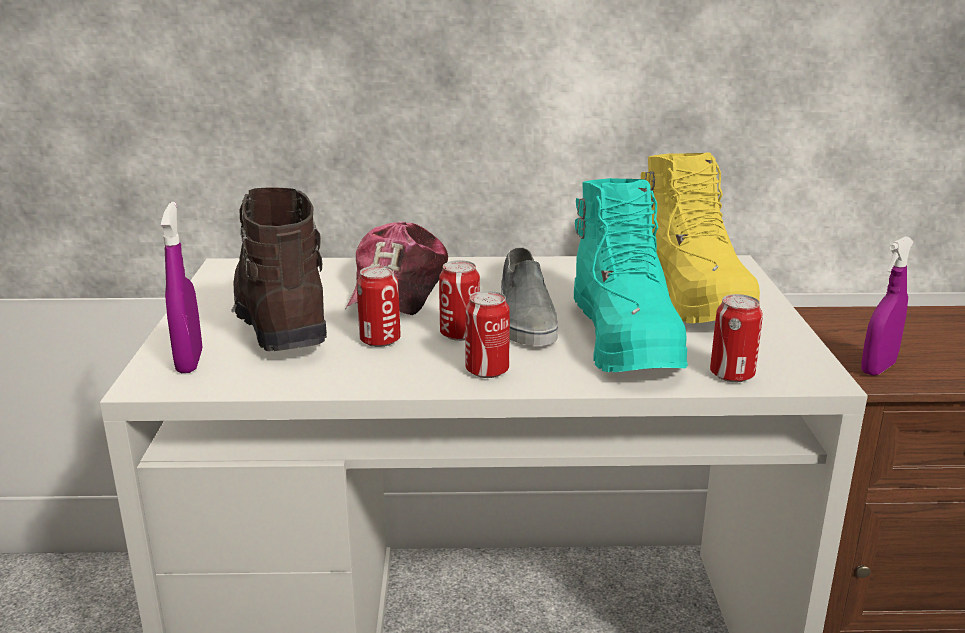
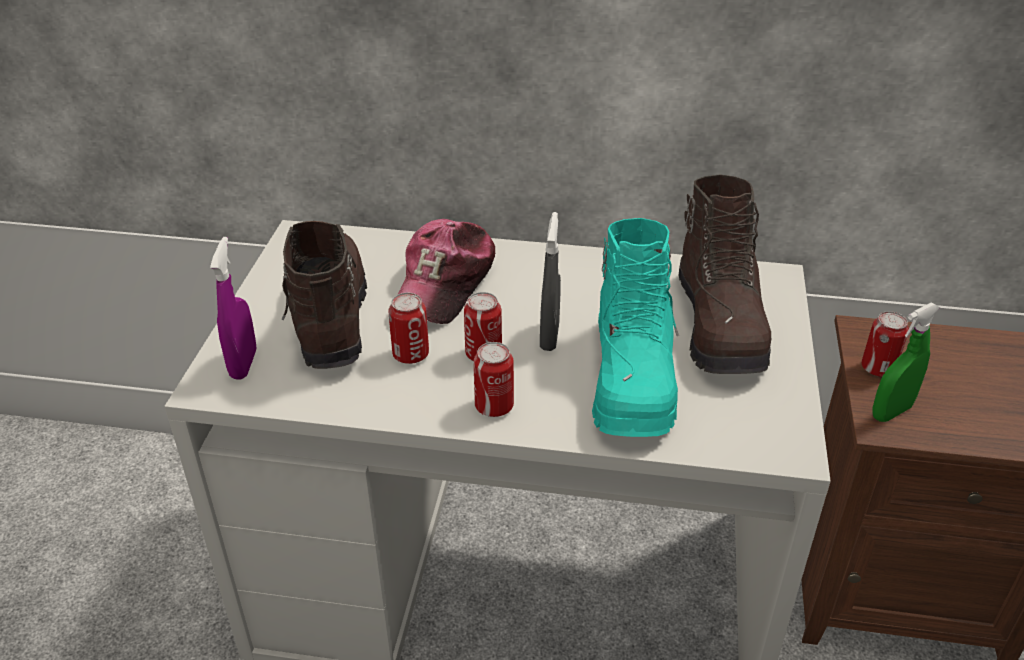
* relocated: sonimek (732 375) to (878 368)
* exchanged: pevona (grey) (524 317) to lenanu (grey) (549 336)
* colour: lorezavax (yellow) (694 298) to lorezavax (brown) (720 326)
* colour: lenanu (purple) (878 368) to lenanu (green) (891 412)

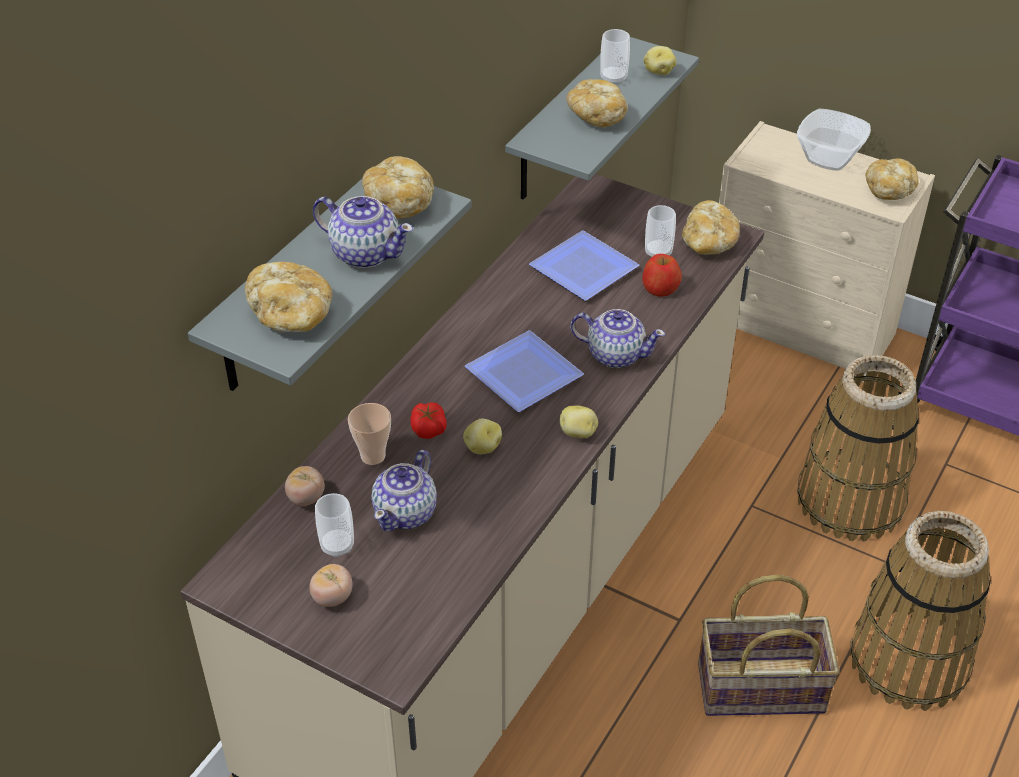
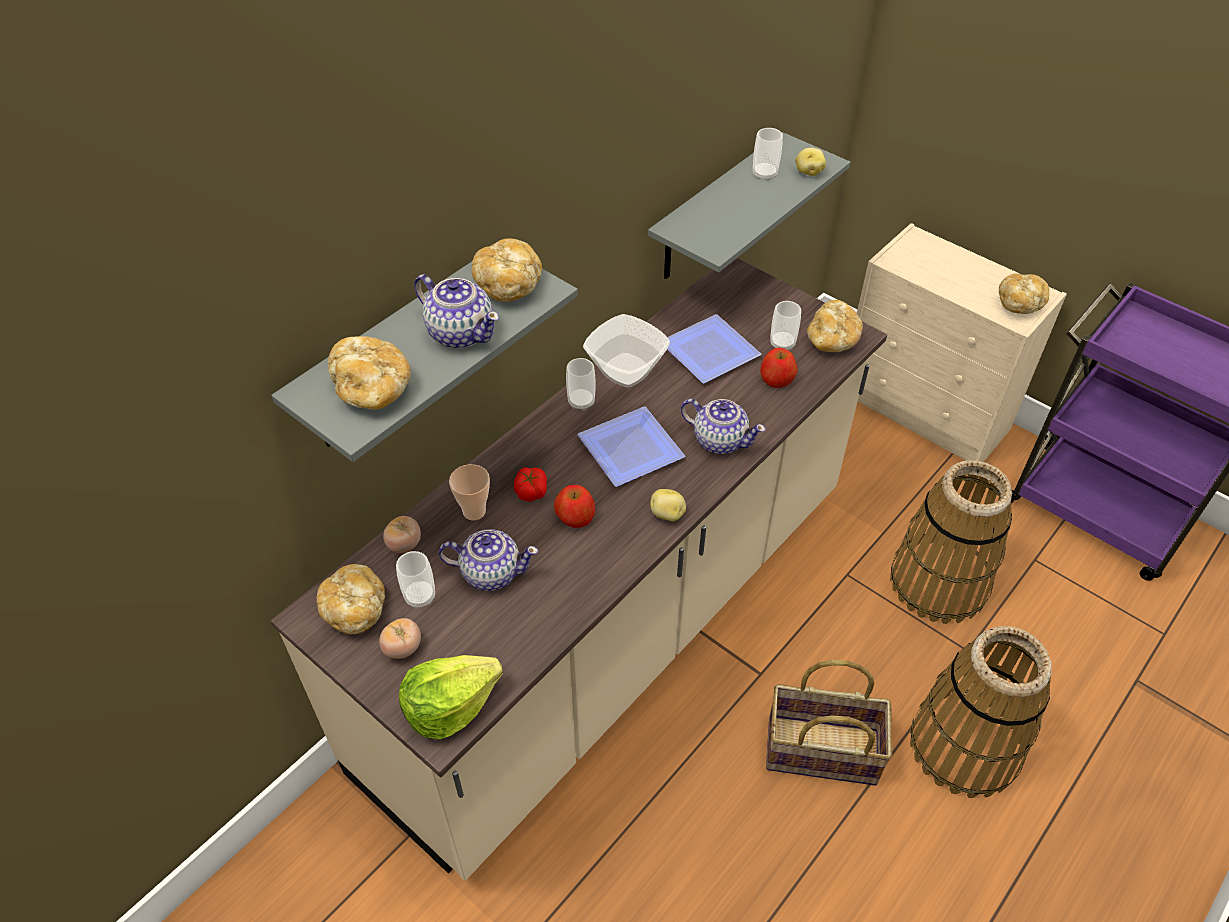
* appeared: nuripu (450 706)
* appeared: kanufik (581 402)
* relocated: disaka (596 116) to (355 608)
* relocated: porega (828 157) to (626 369)
* exchanged: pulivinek (482 447) to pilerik (575 516)
* spun: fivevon (406 512) = (490 572) 120 degrees counterclockwise

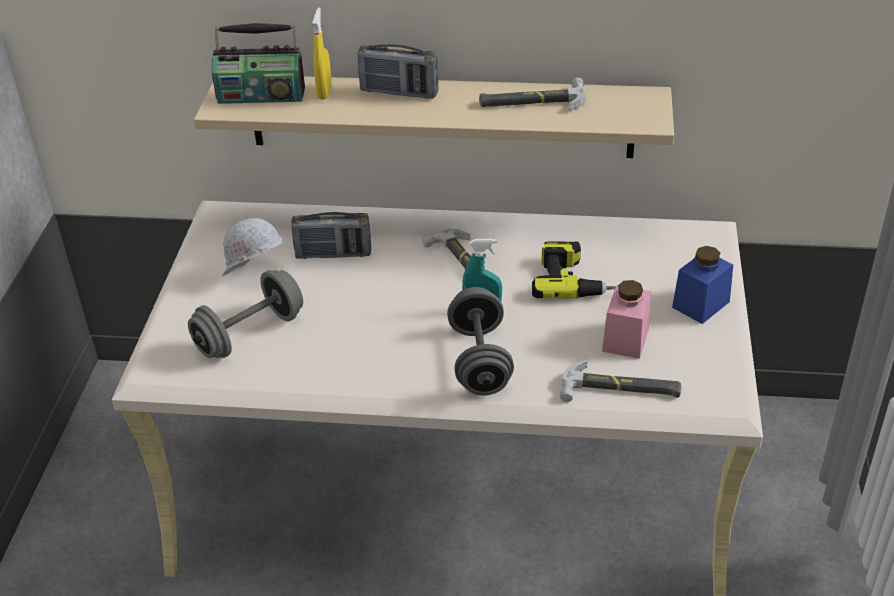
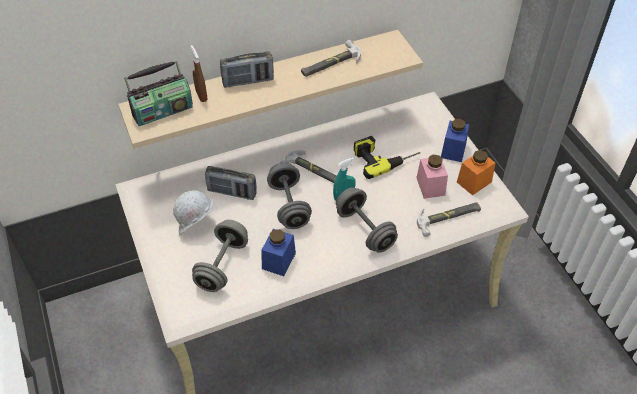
* appeared: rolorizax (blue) (278 261)
* appeared: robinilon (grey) (289 206)
* appeared: rolorizax (orange) (474 182)
* colour: lenanu (yellow) (324 92) to lenanu (brown) (201 95)
* spun: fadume (333 254) = (232 192) 45 degrees clockwise

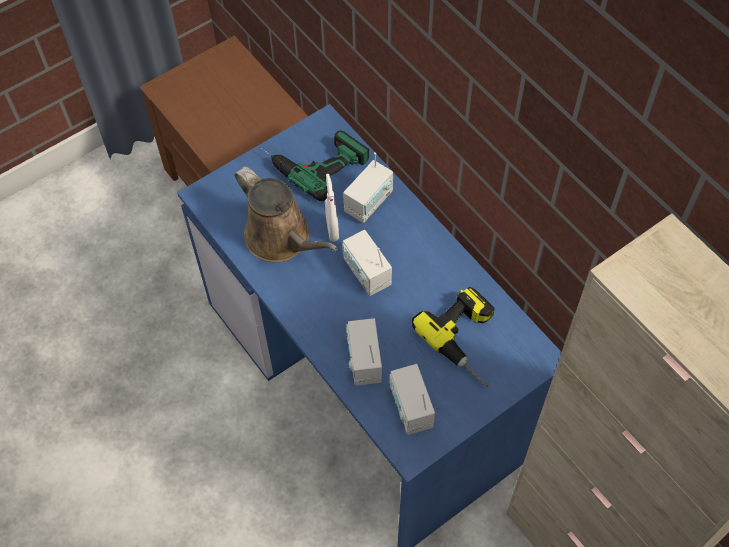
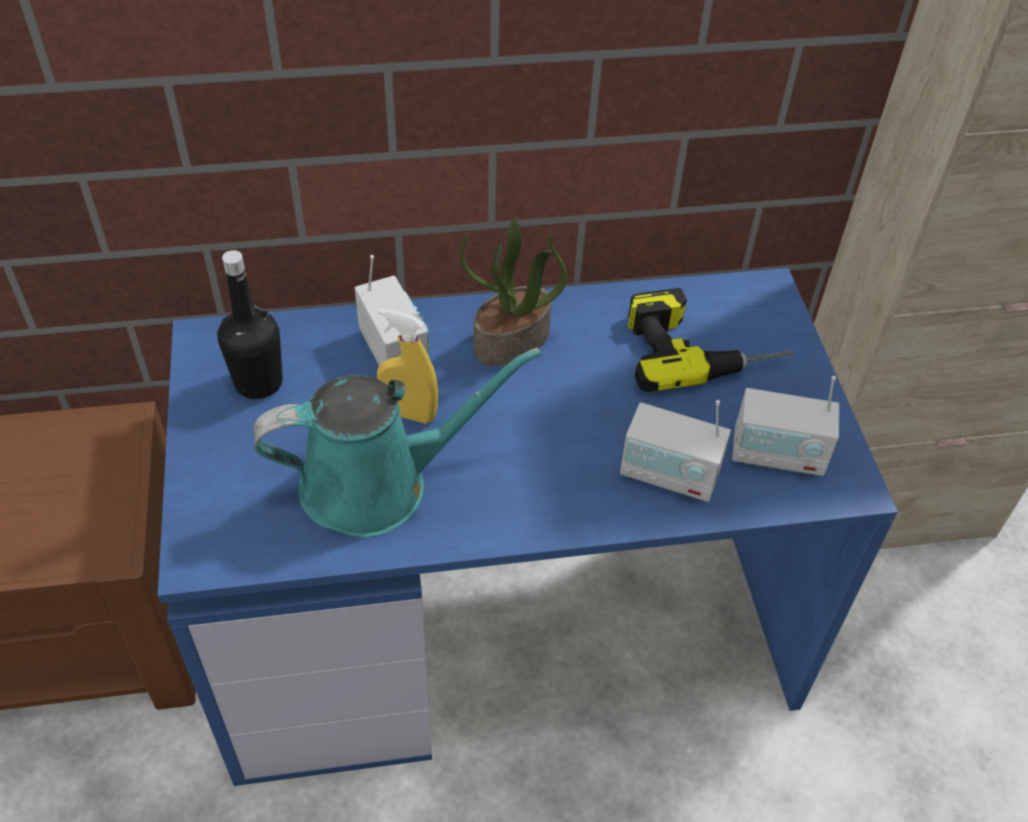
* missing: fadume (366 273)
* appeared: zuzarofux (512 342)
* exchanged: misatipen (312 159) to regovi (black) (258 382)
* colour: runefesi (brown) (282 239) to runefesi (turquoise) (377 483)
* colour: lenanu (white) (332 229) to lenanu (yellow) (409 414)

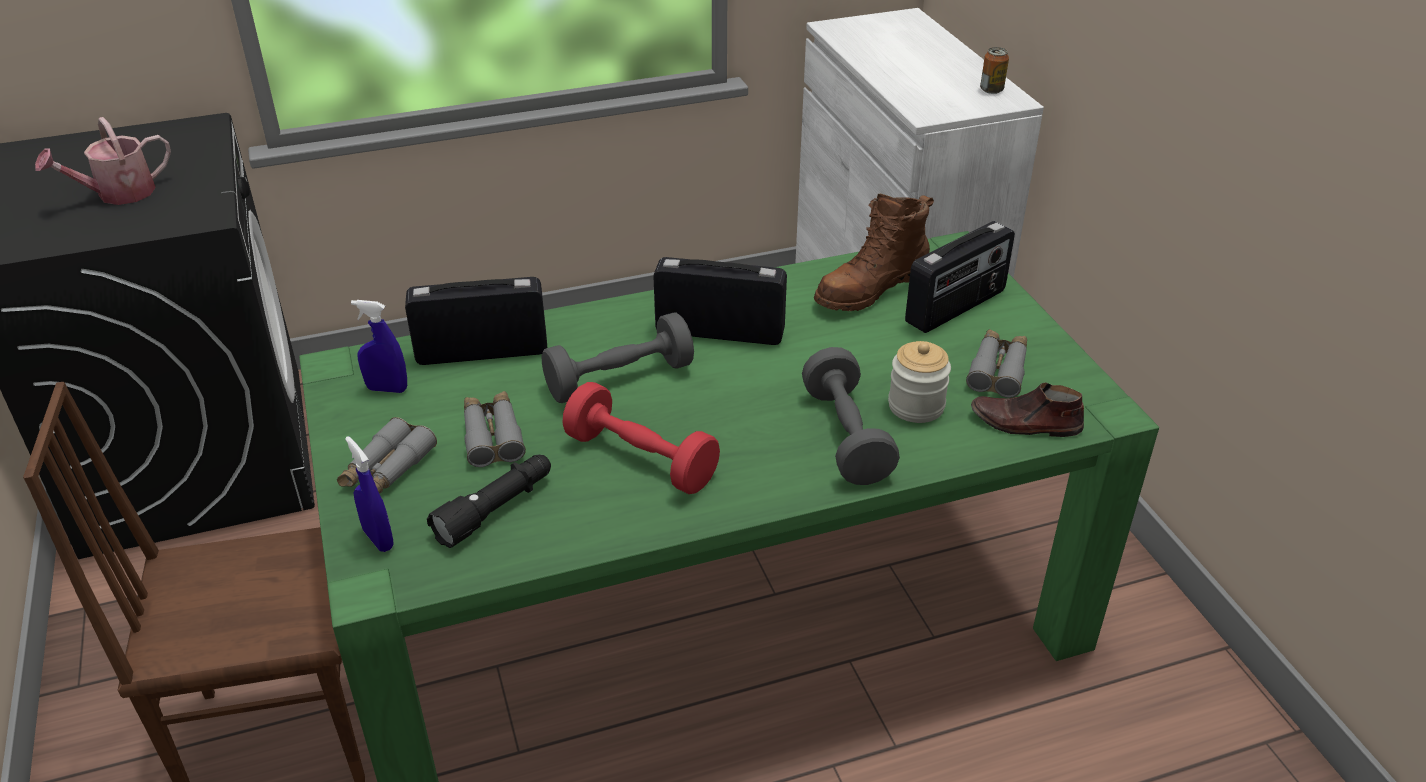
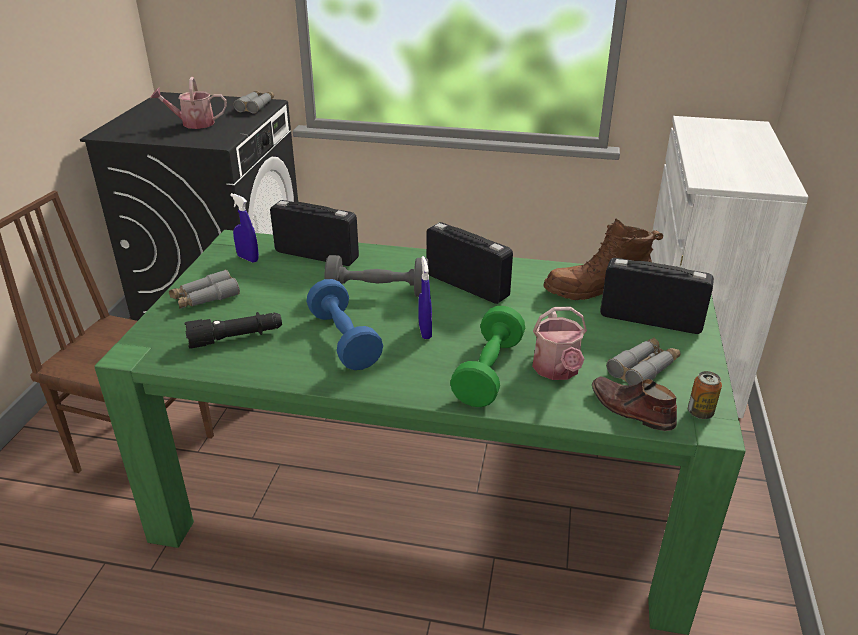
* relocated: lenanu (blue) (378 539) to (425 331)
* relocated: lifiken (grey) (492 436) to (256 106)
* relocated: sonimek (991 90) to (700 413)
* exchanged: rolorizax (916 406) to runefesi (557 370)
* colour: robinilon (red) (641 459) to robinilon (blue) (344 340)
* colour: robinilon (grey) (846 436) to robinilon (green) (488 372)
* spun: fadume (956 307) = (650 319) 150 degrees counterclockwise

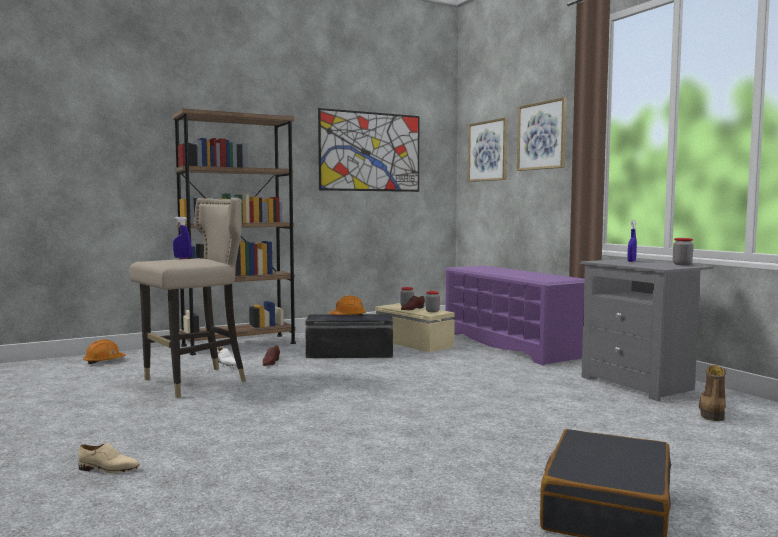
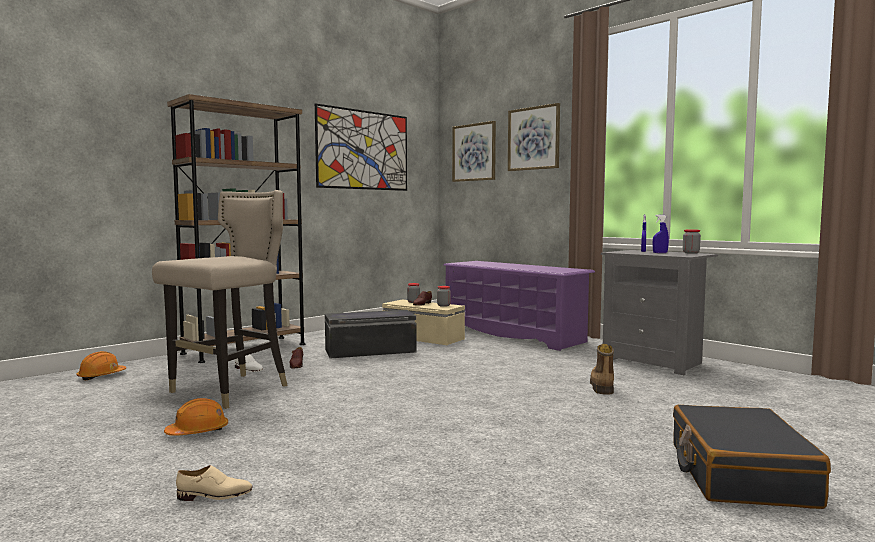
* relocated: lenanu (blue) (182 258) to (660 253)
* relocated: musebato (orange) (348 316) to (198 432)
* relocated: lorezavax (711 411) to (601 386)

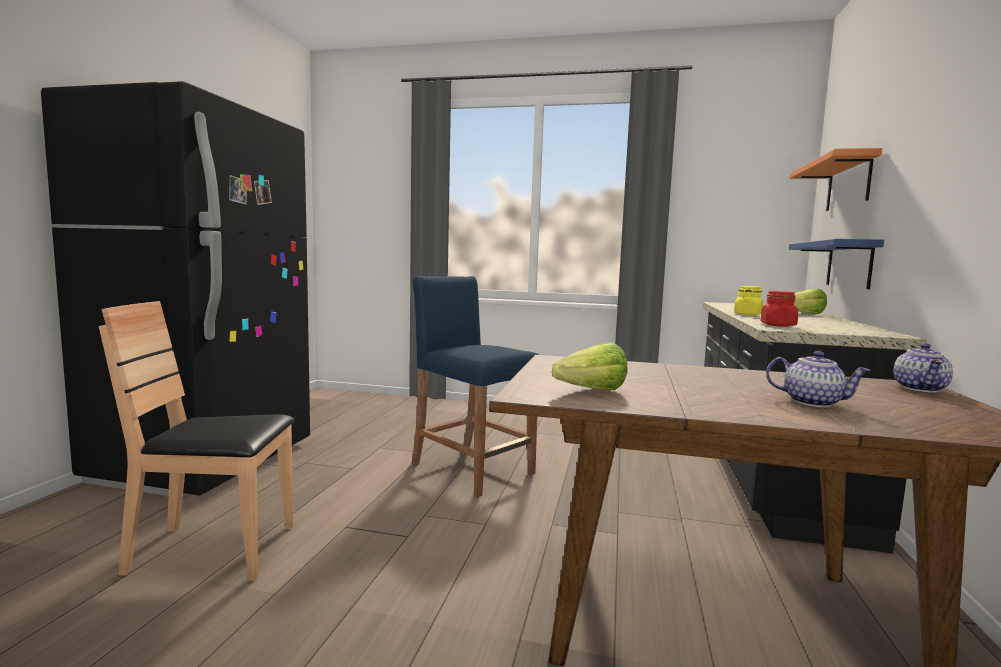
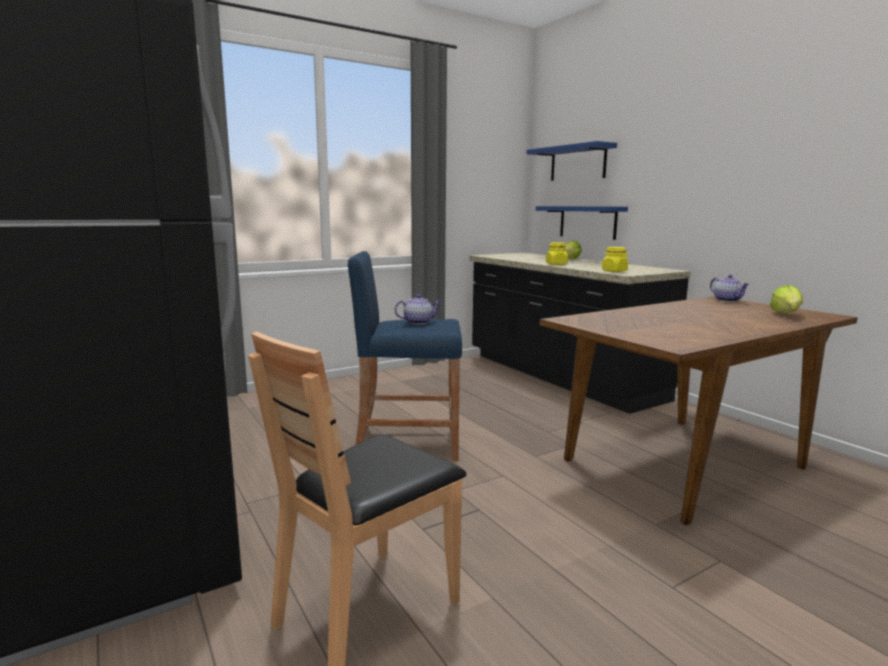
* relocated: nuripu (585 391) to (786 315)
* relocated: fivevon (813 402) to (418 322)
* colour: rolorizax (red) (777 325) to rolorizax (yellow) (614 271)
* colour: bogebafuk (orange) (848 184) to bogebafuk (blue) (578 163)

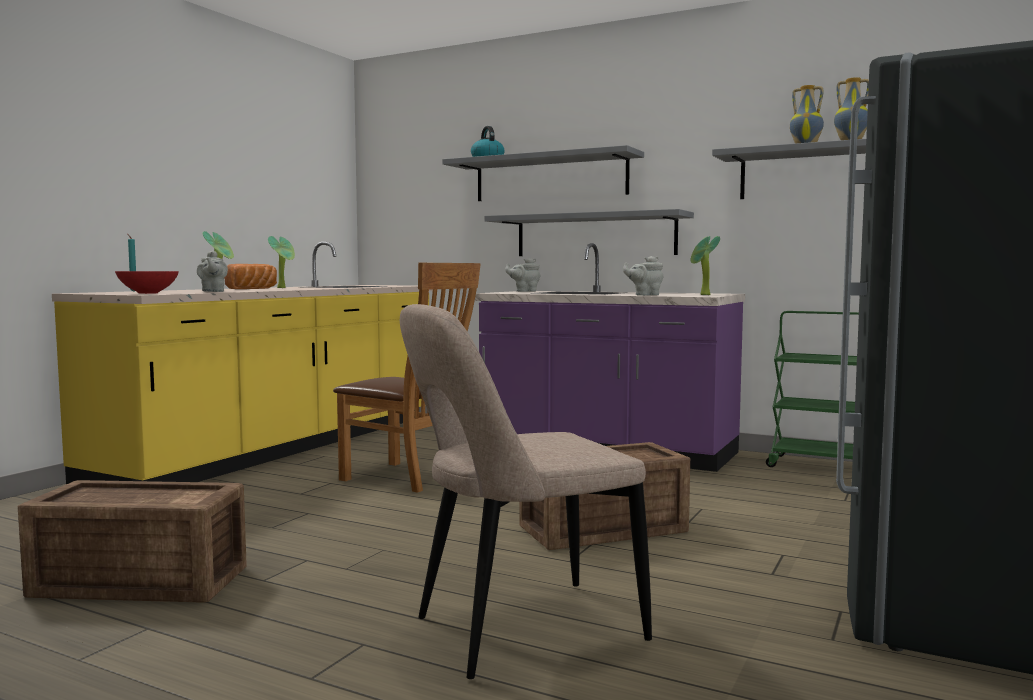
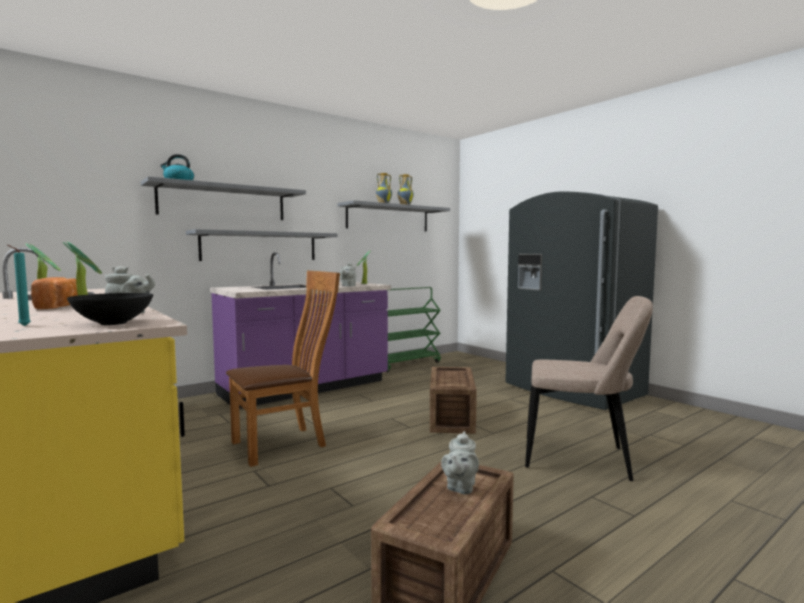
* relocated: fivevon (grey) (524 291) to (460 487)
* colour: porega (red) (147 293) to porega (black) (112 323)
* spun: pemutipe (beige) (518 631) = (581 459) 75 degrees counterclockwise

